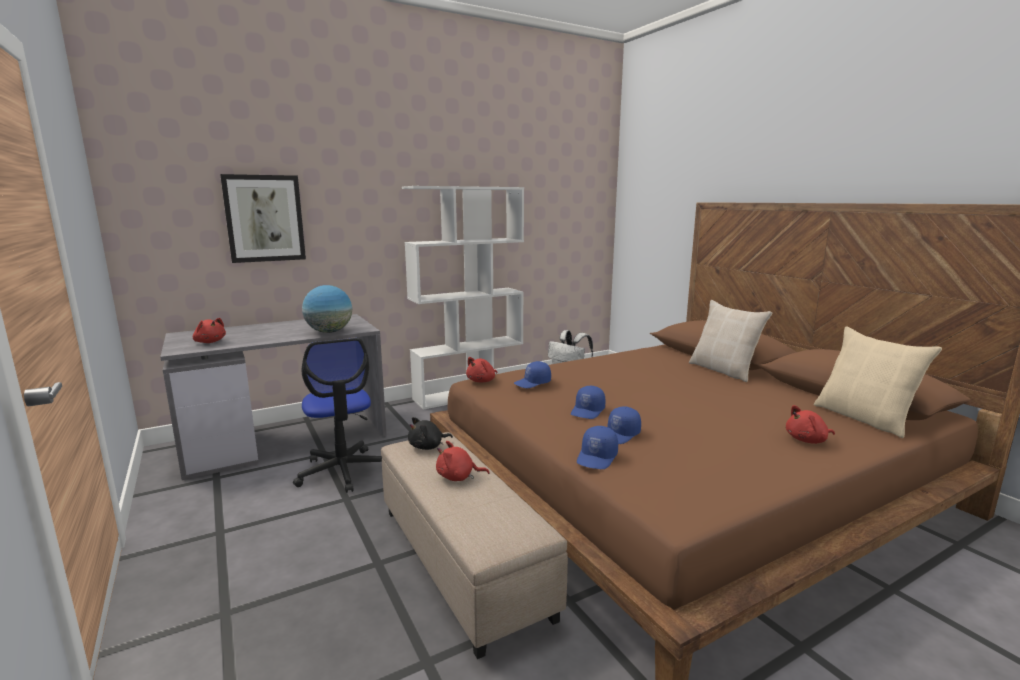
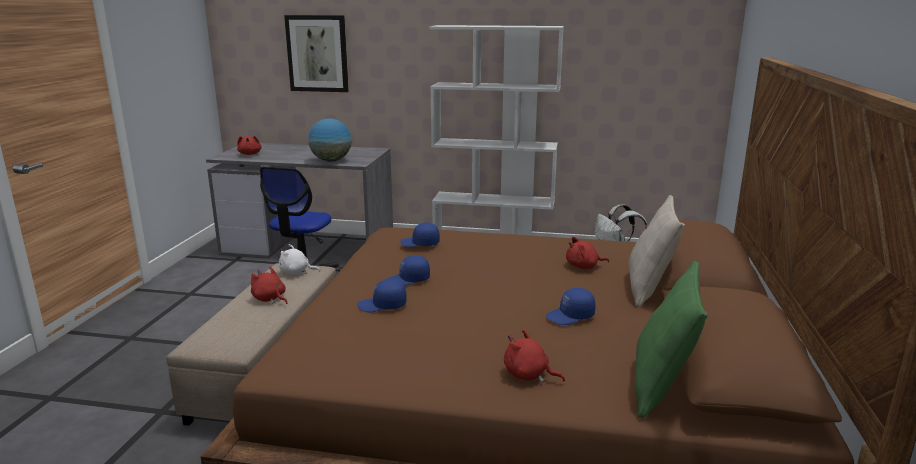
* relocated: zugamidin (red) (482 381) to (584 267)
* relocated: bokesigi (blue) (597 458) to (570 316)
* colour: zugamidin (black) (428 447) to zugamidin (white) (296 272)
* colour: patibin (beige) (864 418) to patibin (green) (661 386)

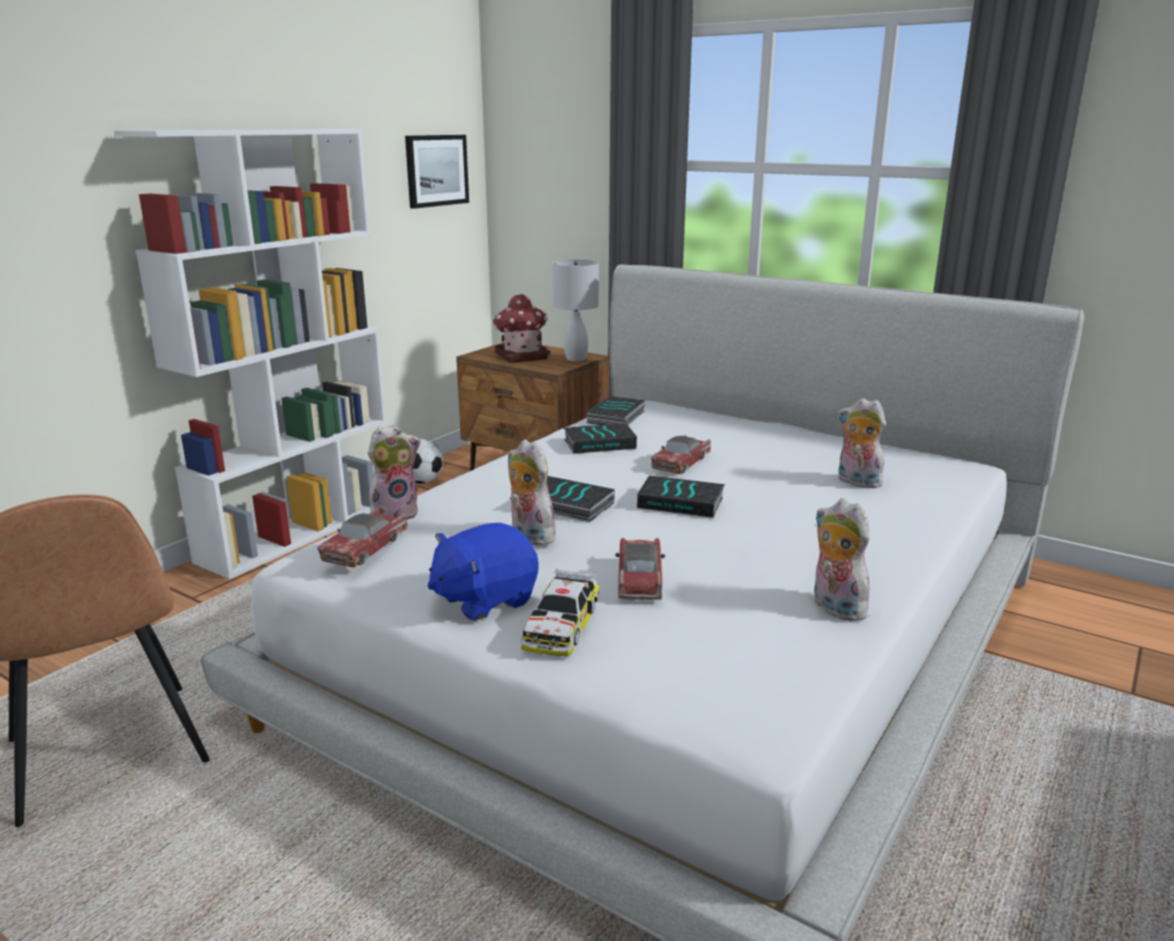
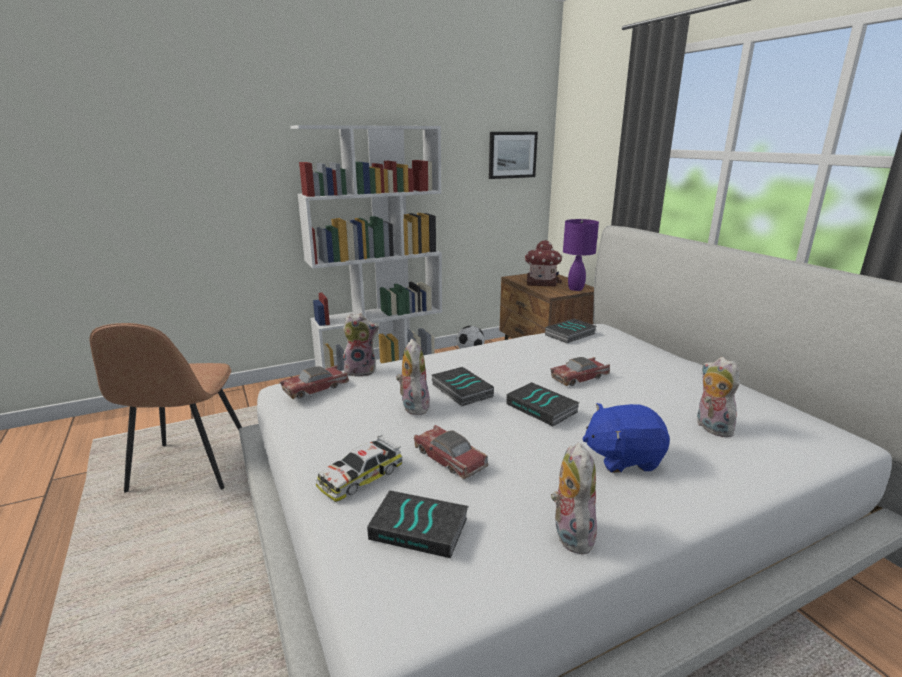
* relocated: zugamidin (blue) (484 599) to (622 458)
* relocated: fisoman (600 443) to (420 528)
* colour: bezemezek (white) (576 358) to bezemezek (purple) (576 289)
* spun: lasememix (639 578) = (449 458) 75 degrees counterclockwise

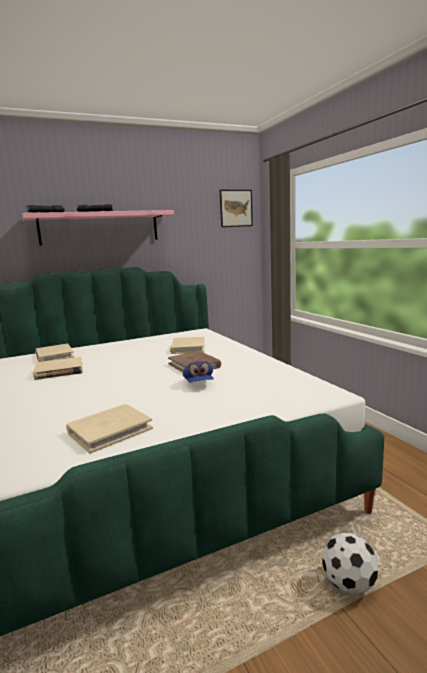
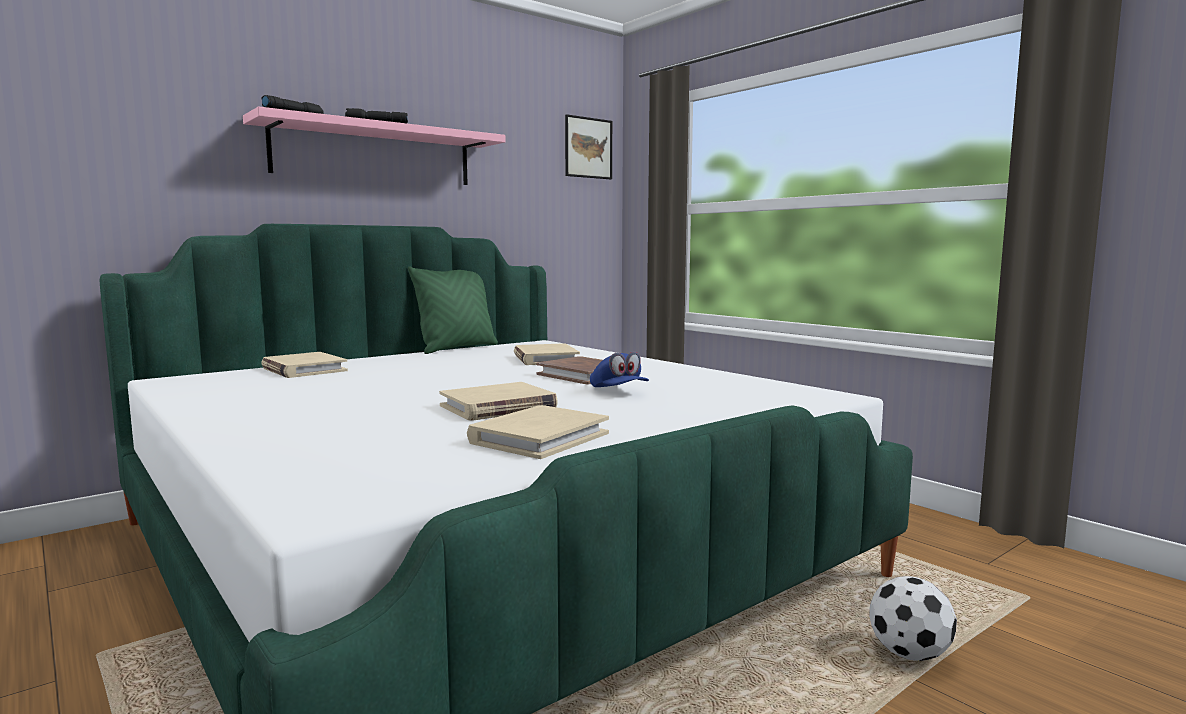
* appeared: patibin (green) (456 348)
* relocated: fisoman (beige) (59 371) to (498 407)

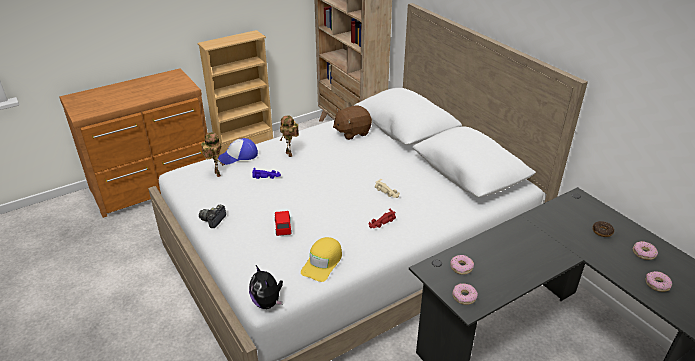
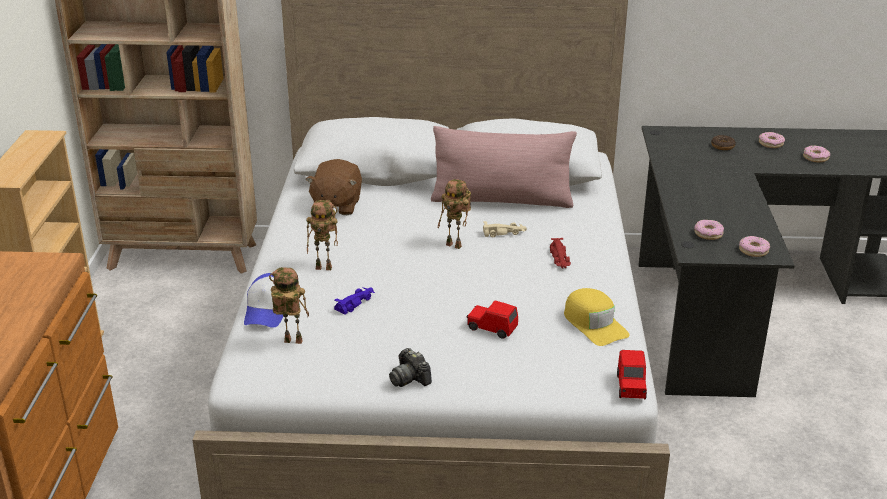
* appeared: patibin (pink) (502 200)
* appeared: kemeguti (455 245)
* exchanged: zugamidin (267 302) to lasememix (red) (631 387)

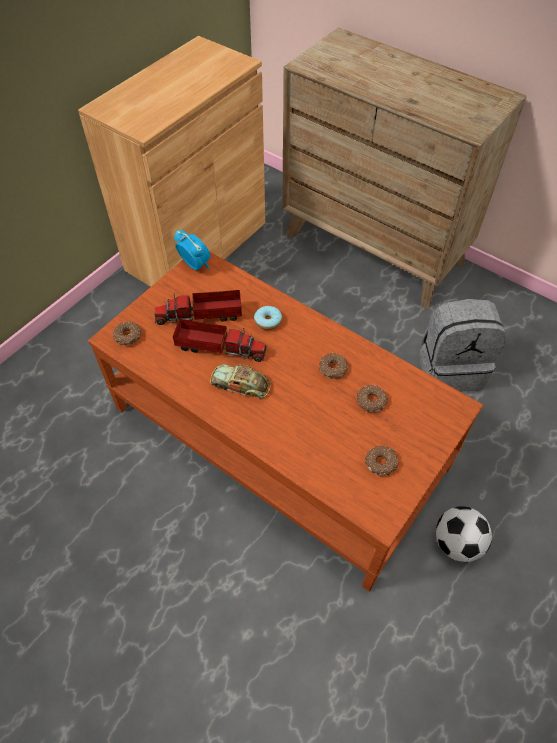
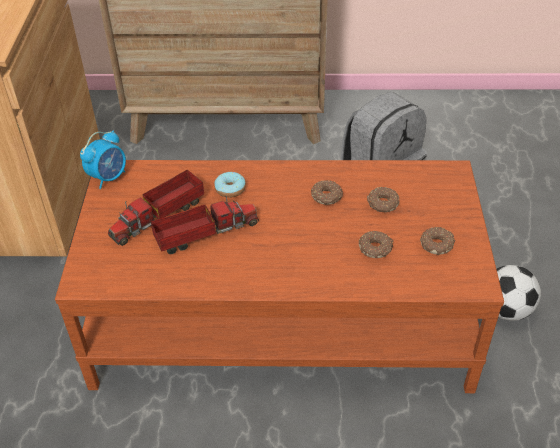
* missing: lasememix (241 384)
* relocated: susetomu (128 336) to (376 248)
* spun: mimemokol (195 265) = (108 177) 120 degrees clockwise

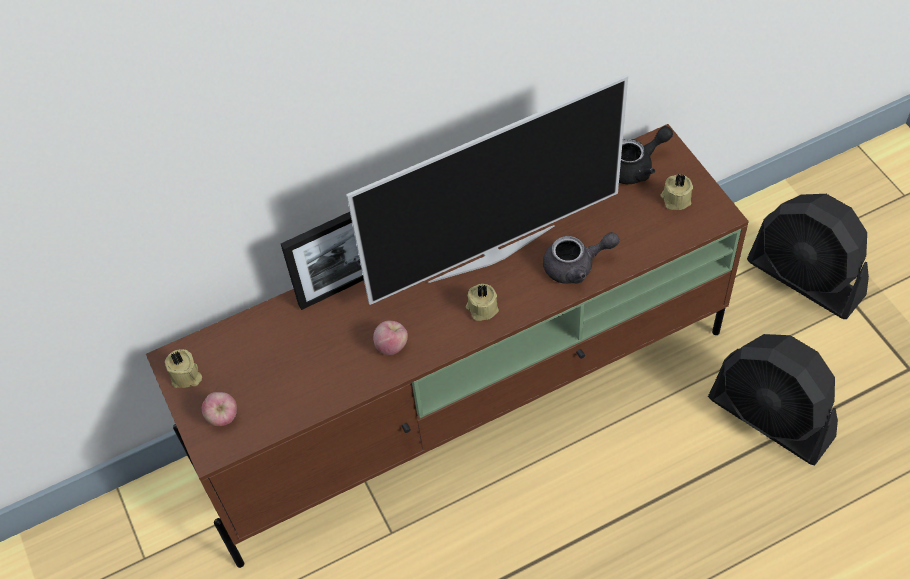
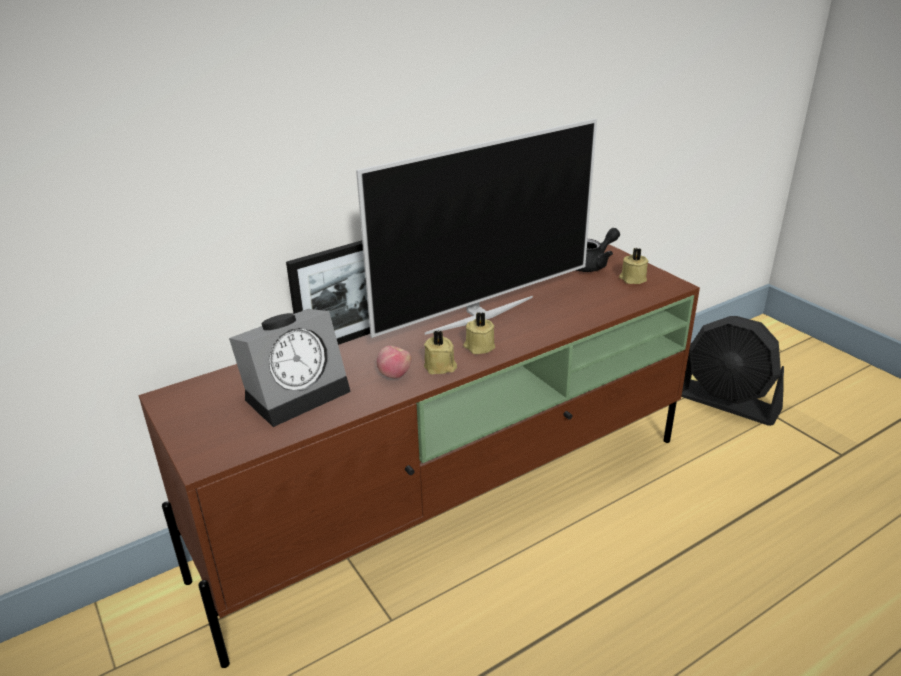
* missing: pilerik (223 417)
* missing: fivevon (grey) (576 266)
* missing: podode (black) (770 418)
* appeared: mimemokol (298 392)
* relocated: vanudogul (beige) (186 377) to (440 367)

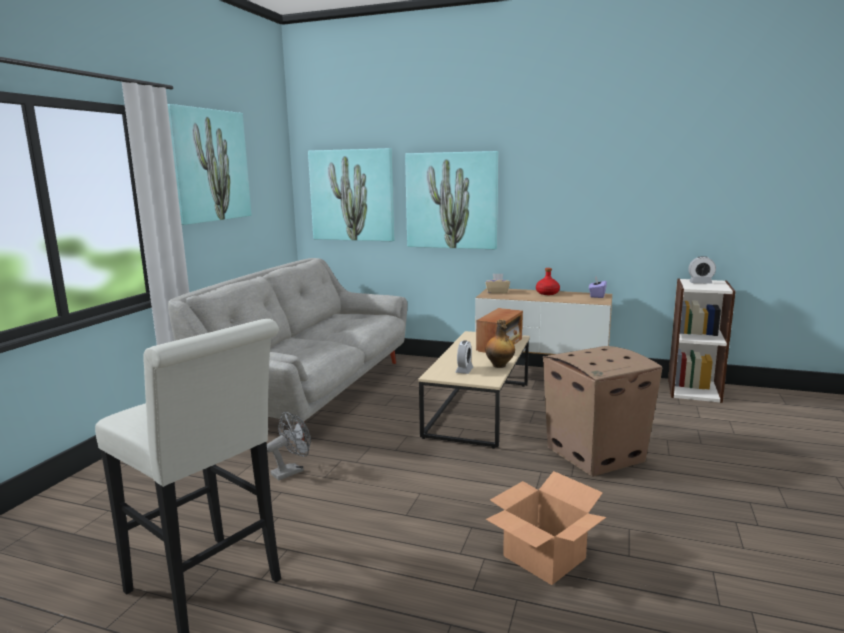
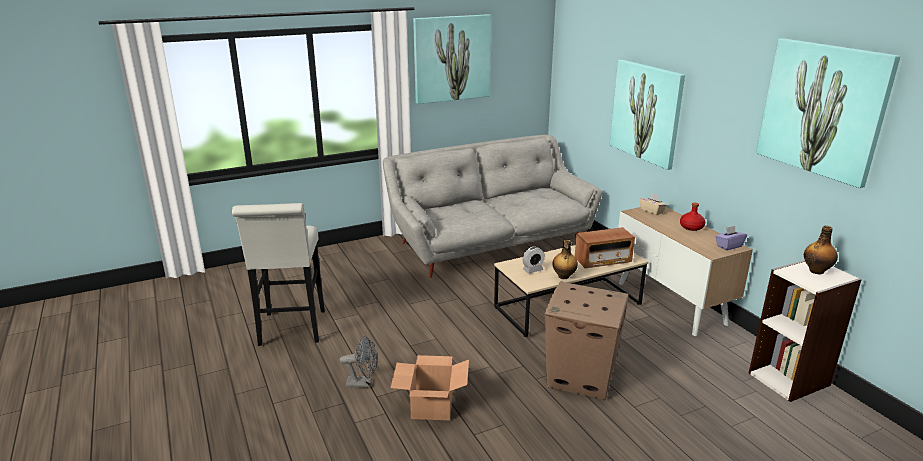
* relocated: podode (grey) (291 471) to (363 383)
* relocated: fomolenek (352 195) to (823 109)
* exchanged: mimemokol (700 283) to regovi (817 271)

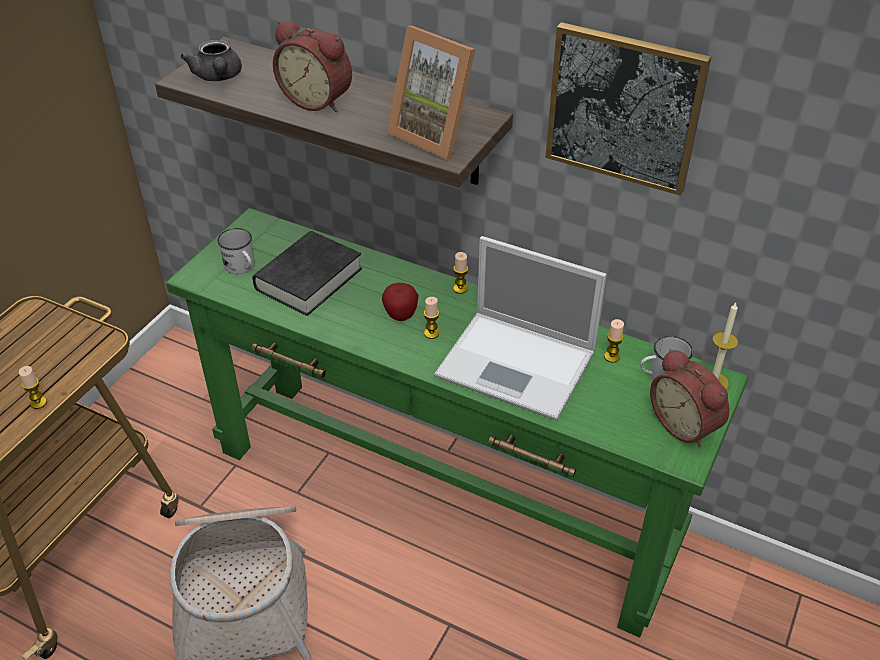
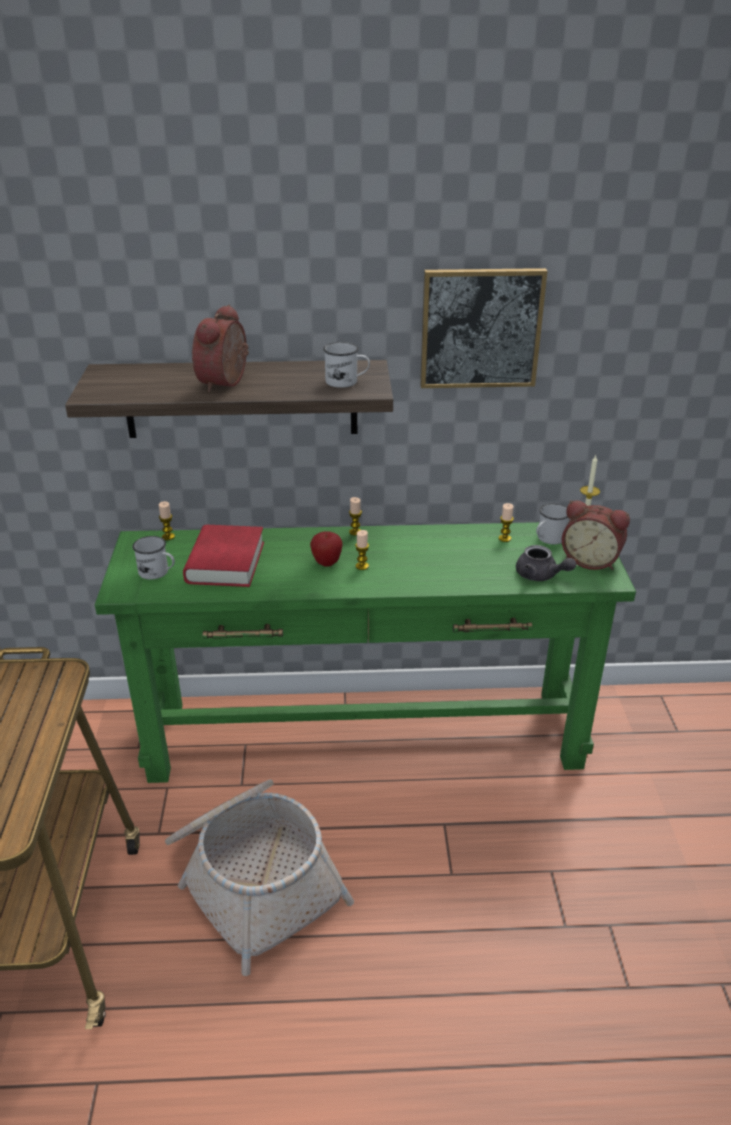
* missing: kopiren (519 365)
* relocated: vanudogul (38 403) to (168 536)
* relocated: fivevon (grey) (218 77) to (540 576)
* exchanged: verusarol (436 134) to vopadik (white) (347 382)
* colour: fisoman (black) (308 279) to fisoman (red) (225 562)
* spun: mimemokol (318 100) = (227 383) 105 degrees clockwise

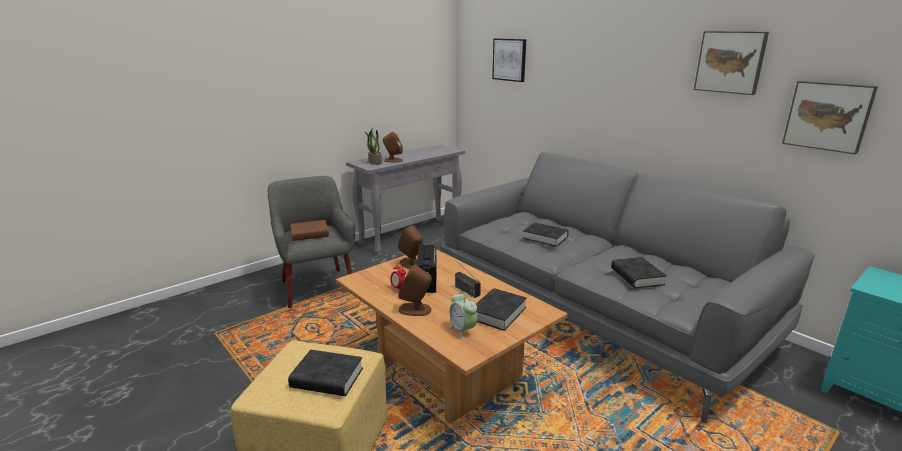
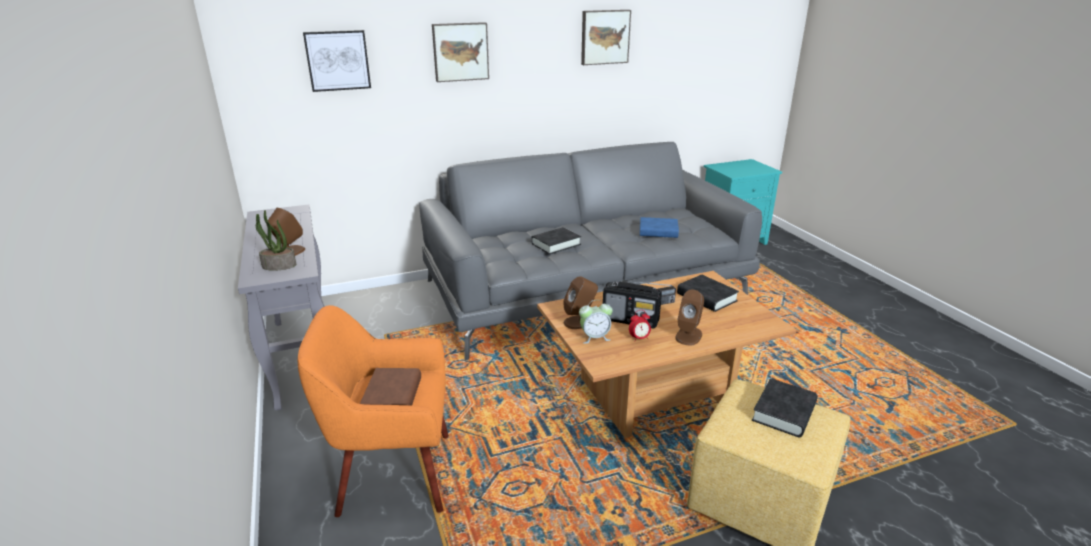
* relocated: mimemokol (463 330) to (594 337)
* relocated: fomolenek (828 116) to (460 52)
* colour: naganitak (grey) (317 287) to naganitak (orange) (393 474)
* colour: fisoman (black) (637 276) to fisoman (blue) (658 231)

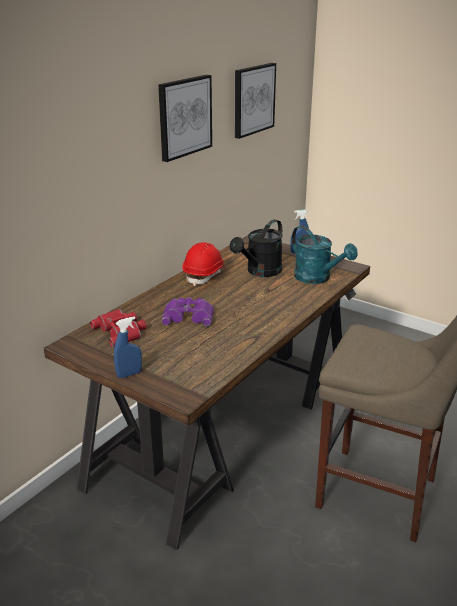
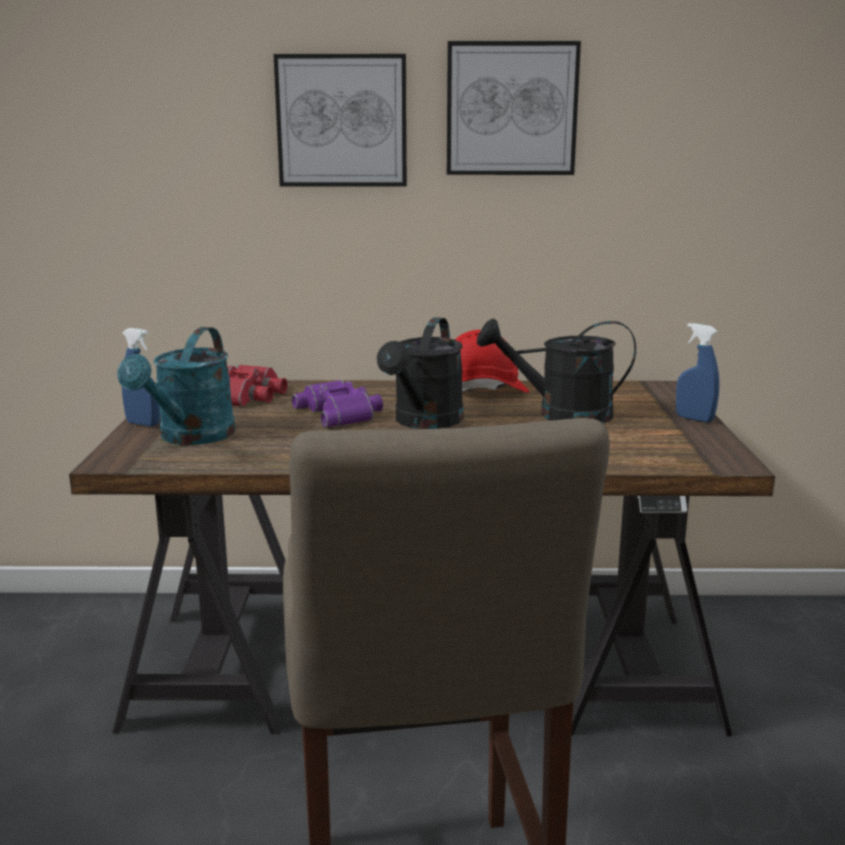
* appeared: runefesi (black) (424 422)
* relocated: fomolenek (253 99) to (342 121)
* relocated: runefesi (turquoise) (317 278) to (190 438)

